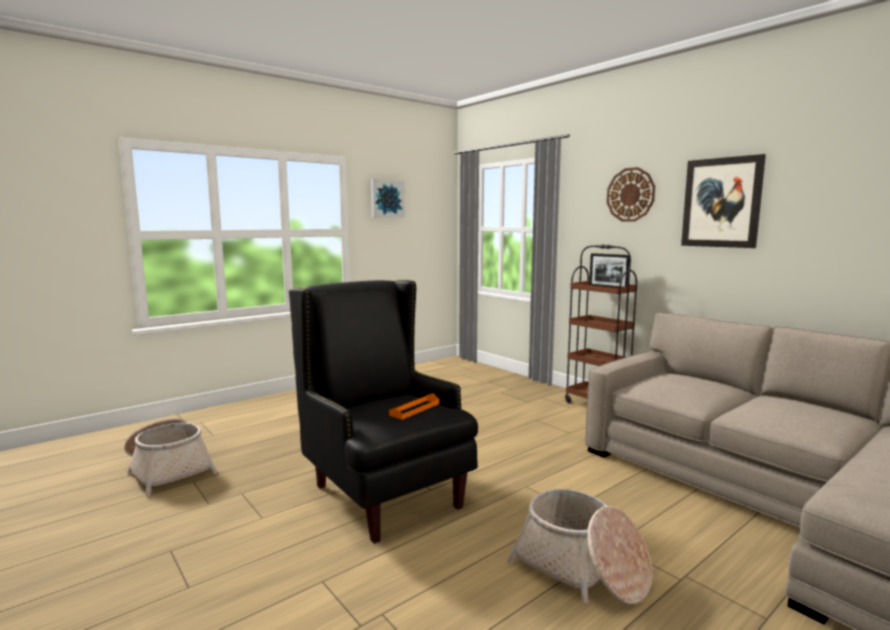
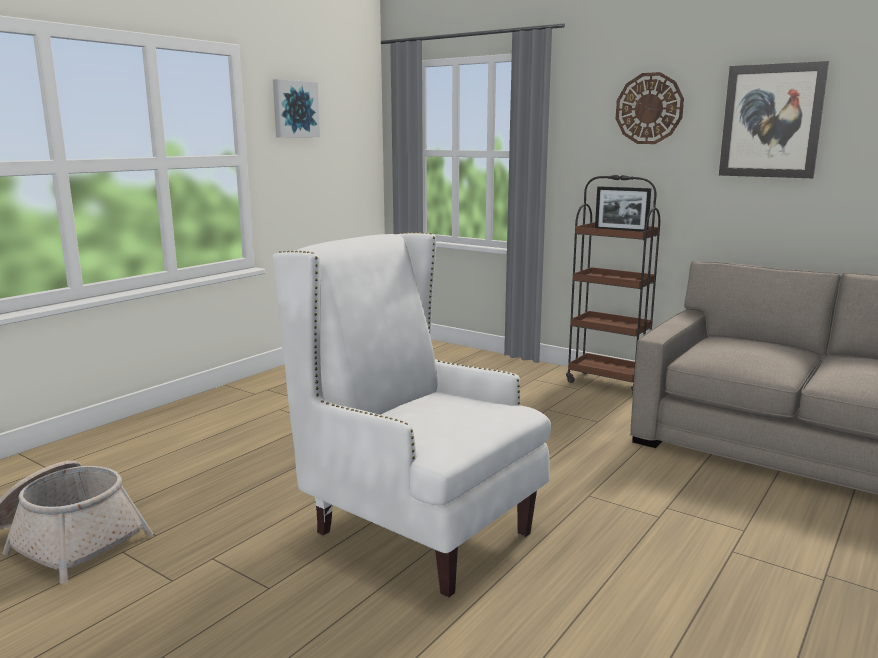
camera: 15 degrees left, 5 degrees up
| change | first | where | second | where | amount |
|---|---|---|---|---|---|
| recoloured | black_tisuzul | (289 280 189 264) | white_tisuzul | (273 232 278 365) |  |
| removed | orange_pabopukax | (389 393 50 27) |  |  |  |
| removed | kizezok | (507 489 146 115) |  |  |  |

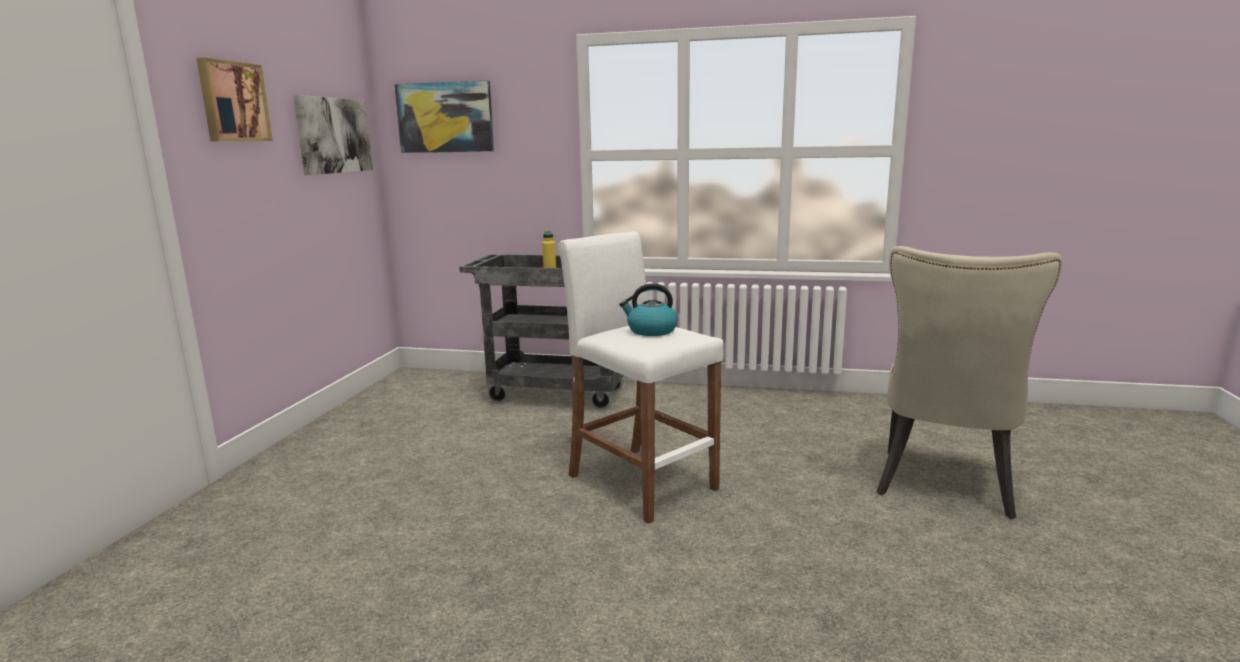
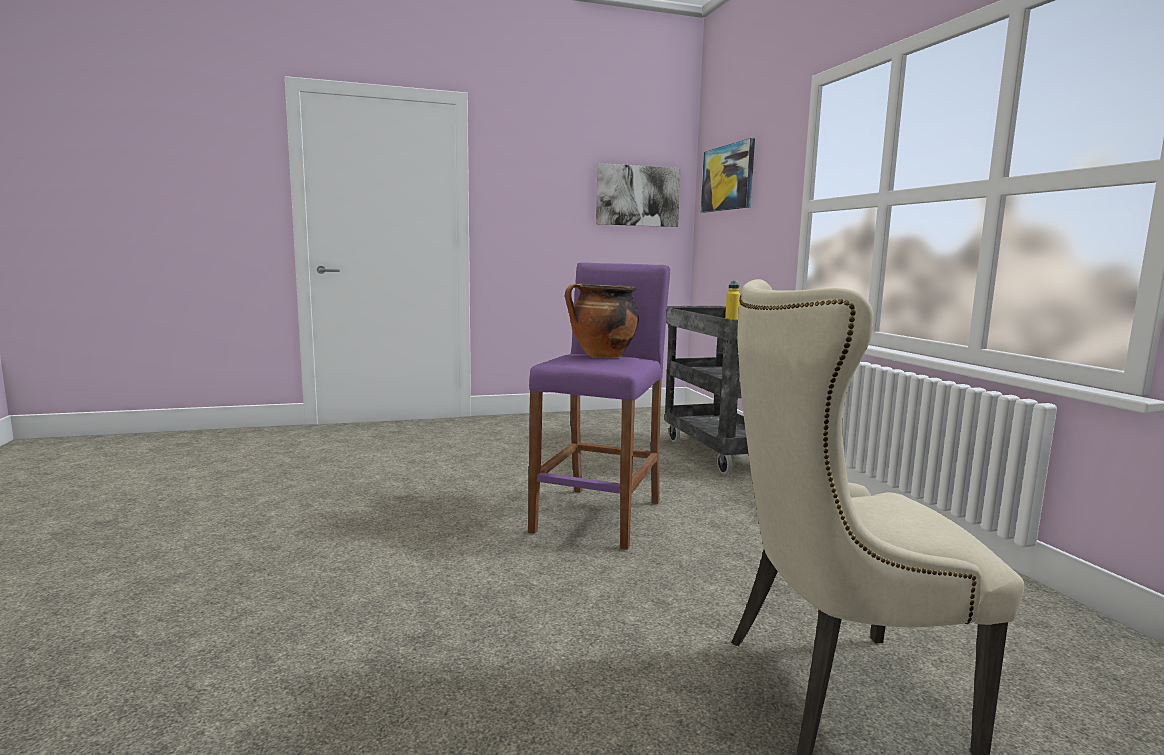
camera: 60 degrees right, 5 degrees down
| change | first | where | second | where | amount |
|---|---|---|---|---|---|
| removed | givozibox | (196 58 77 83) |  |  |  |
| recoloured | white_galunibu | (559 231 164 293) | purple_galunibu | (528 262 142 288) |  |
| replaced | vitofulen | (619 283 59 53) | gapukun | (565 283 74 75) |  |

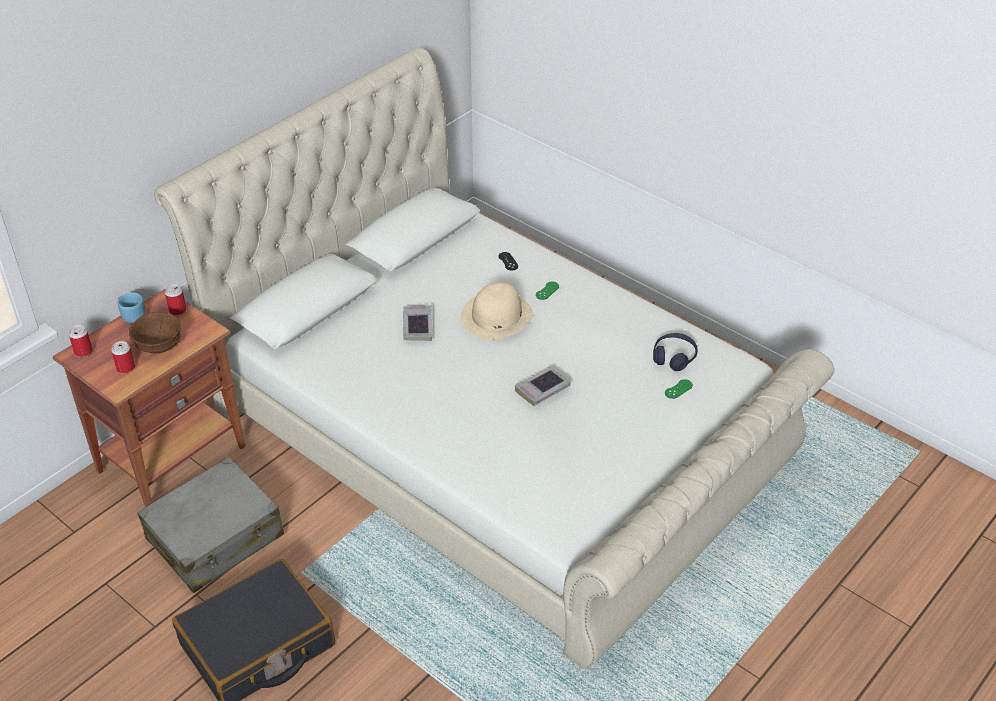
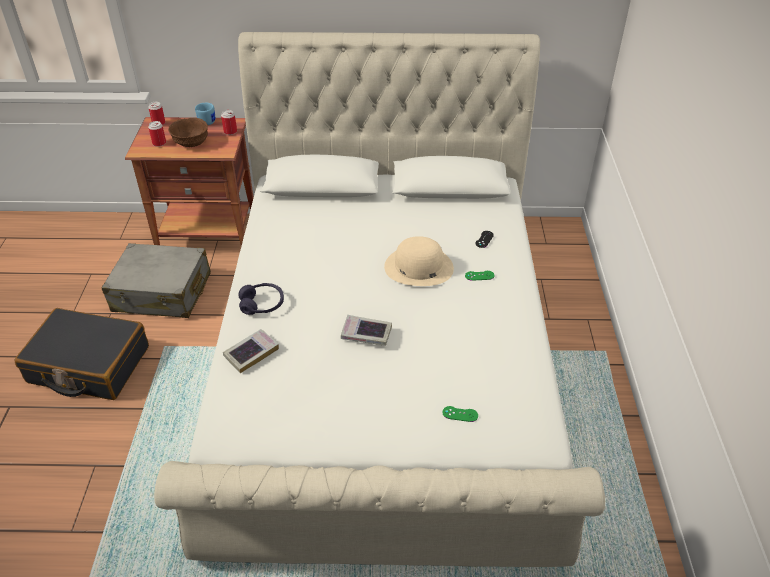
camera: 50 degrees right, 0 degrees up
| change | first | where | second | where | amount |
|---|---|---|---|---|---|
| moved | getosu | (403 305 29 36) |  | (223 329 56 44) |  |
| moved | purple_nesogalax | (653 333 45 38) |  | (238 283 46 32) |  |

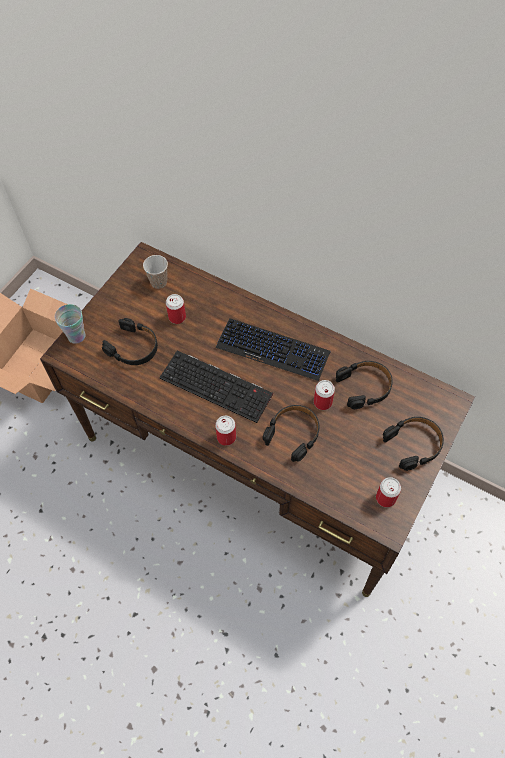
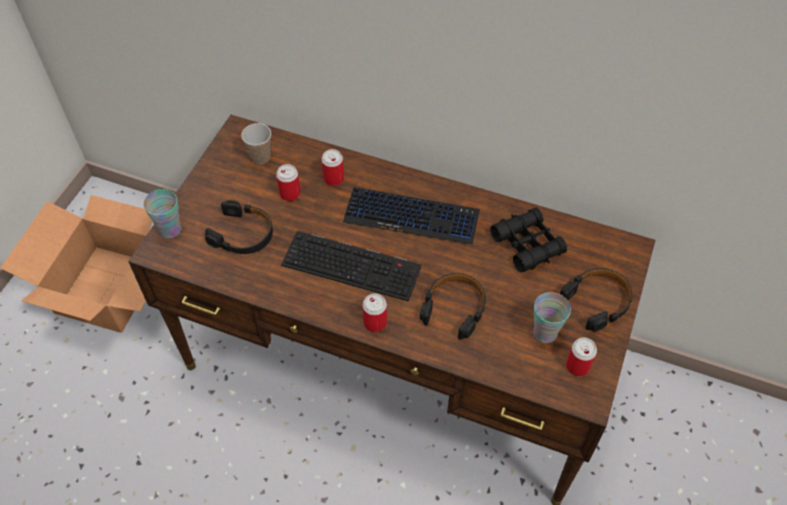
camera: 10 degrees left, 5 degrees down
| change | first | where | second | where | amount |
|---|---|---|---|---|---|
| replaced | black_nesogalax | (336 361 57 48) | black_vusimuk | (490 208 77 64) |  |
| moved | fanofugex | (314 380 21 30) |  | (321 149 23 37) |  |
| added |  |  | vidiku | (533 292 38 51) |  |

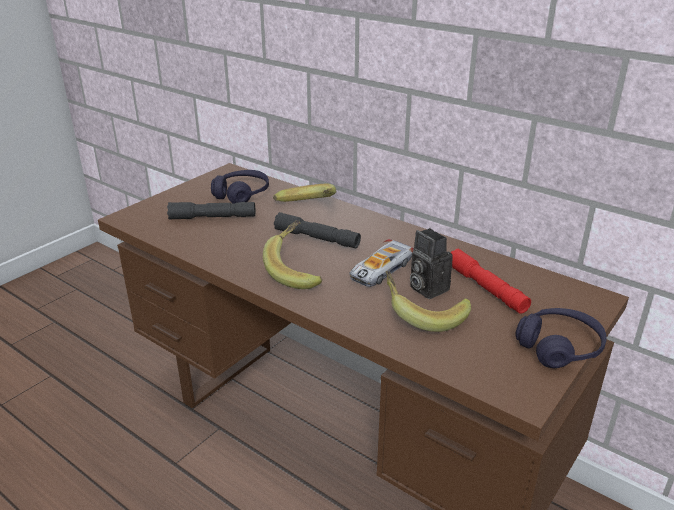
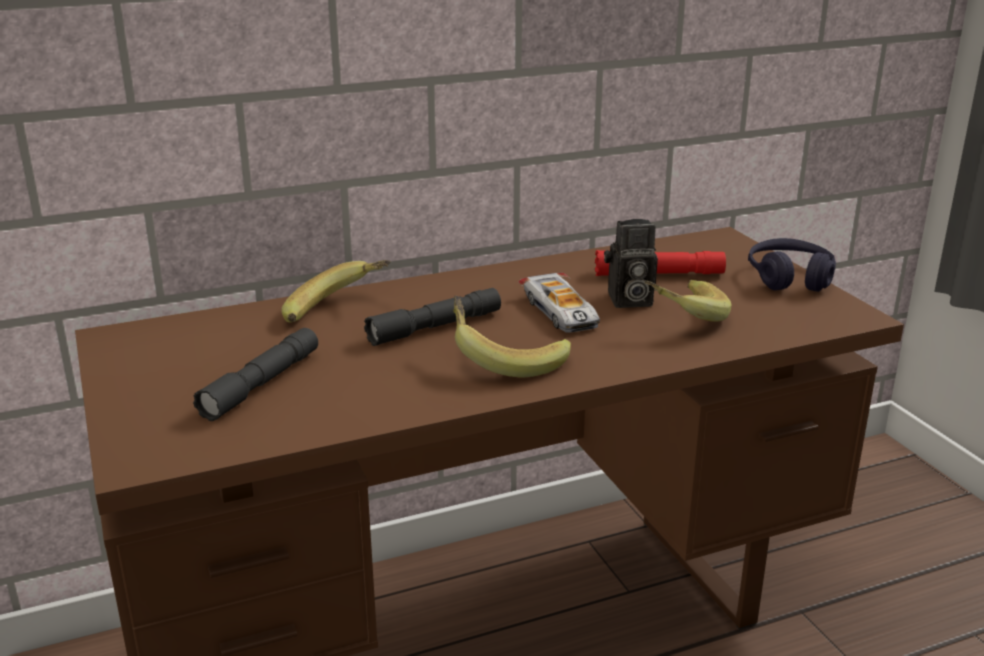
camera: 60 degrees left, 5 degrees down
| change | first | where | second | where | amount |
|---|---|---|---|---|---|
| removed | purple_nesogalax | (211 170 58 34) |  |  |  |

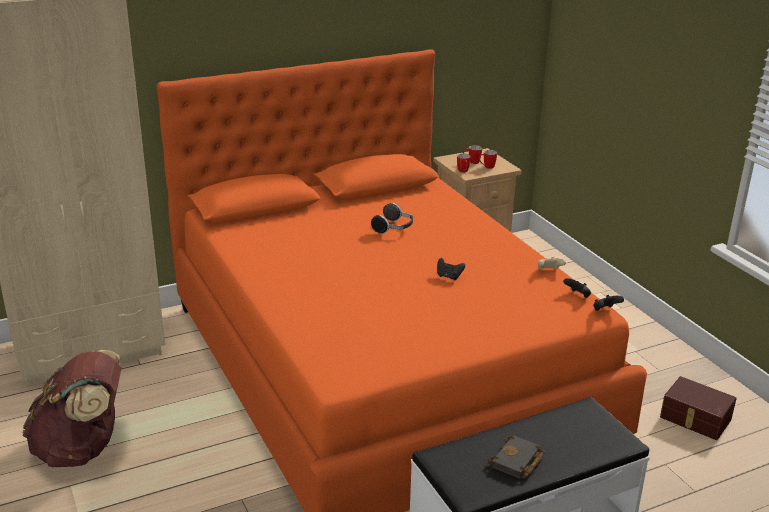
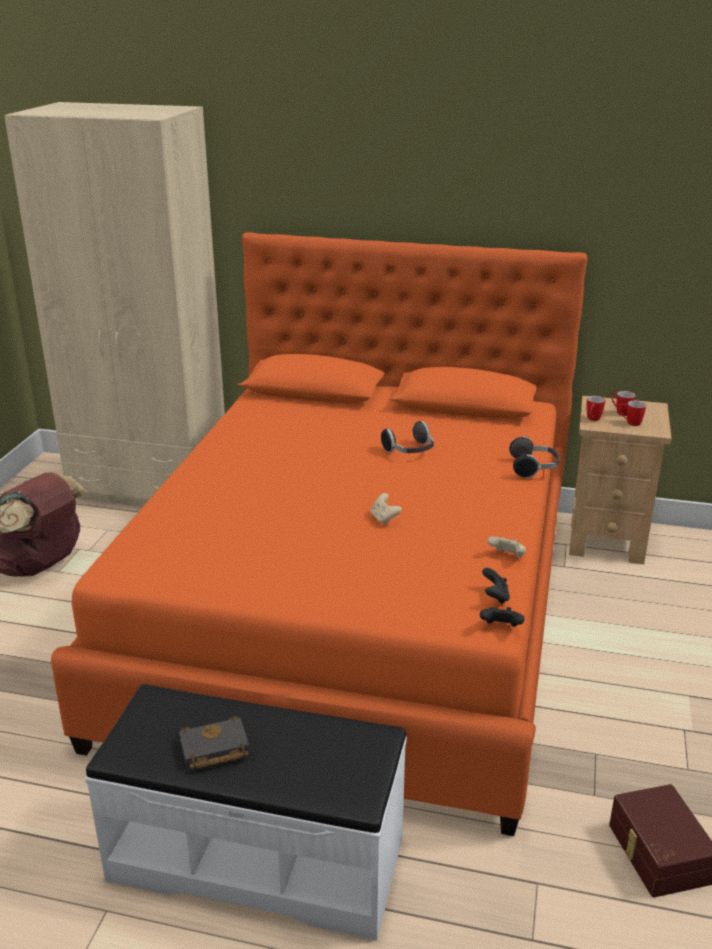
camera: 40 degrees right, 0 degrees up
| change | first | where | second | where | amount |
|---|---|---|---|---|---|
| recoloured | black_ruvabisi | (437 258 28 22) | beige_ruvabisi | (371 493 31 32) |  |
| added |  |  | nesogalax | (509 436 51 43) |  |

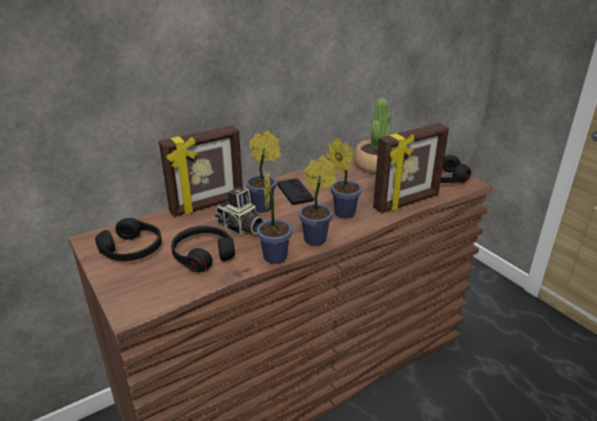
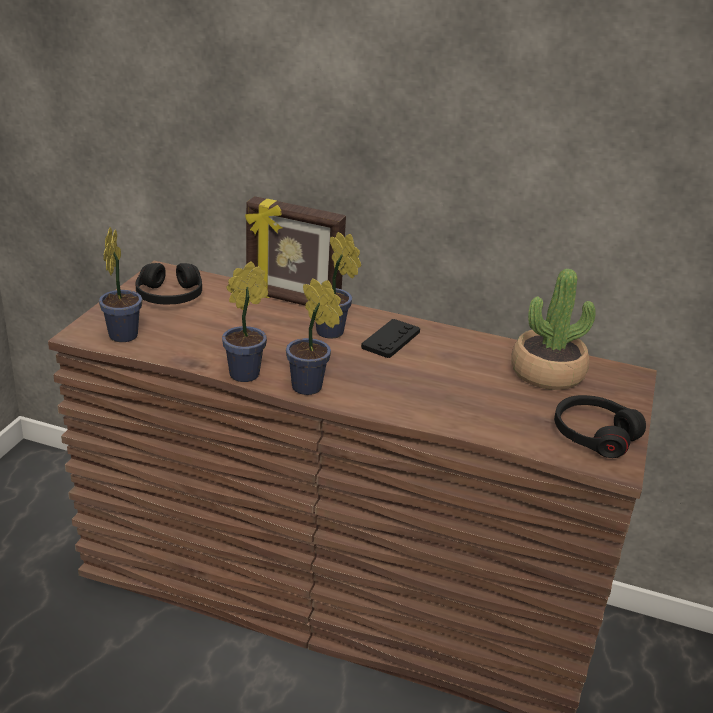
camera: 50 degrees right, 0 degrees up
| change | first | where | second | where | amount |
|---|---|---|---|---|---|
| removed | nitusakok | (373 123 76 90) |  |  |  |
| moved | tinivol | (326 138 36 80) |  | (99 227 43 115) |  |
| removed | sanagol | (215 187 50 48) |  |  |  |
| removed | black_nesogalax | (171 226 64 46) |  |  |  |

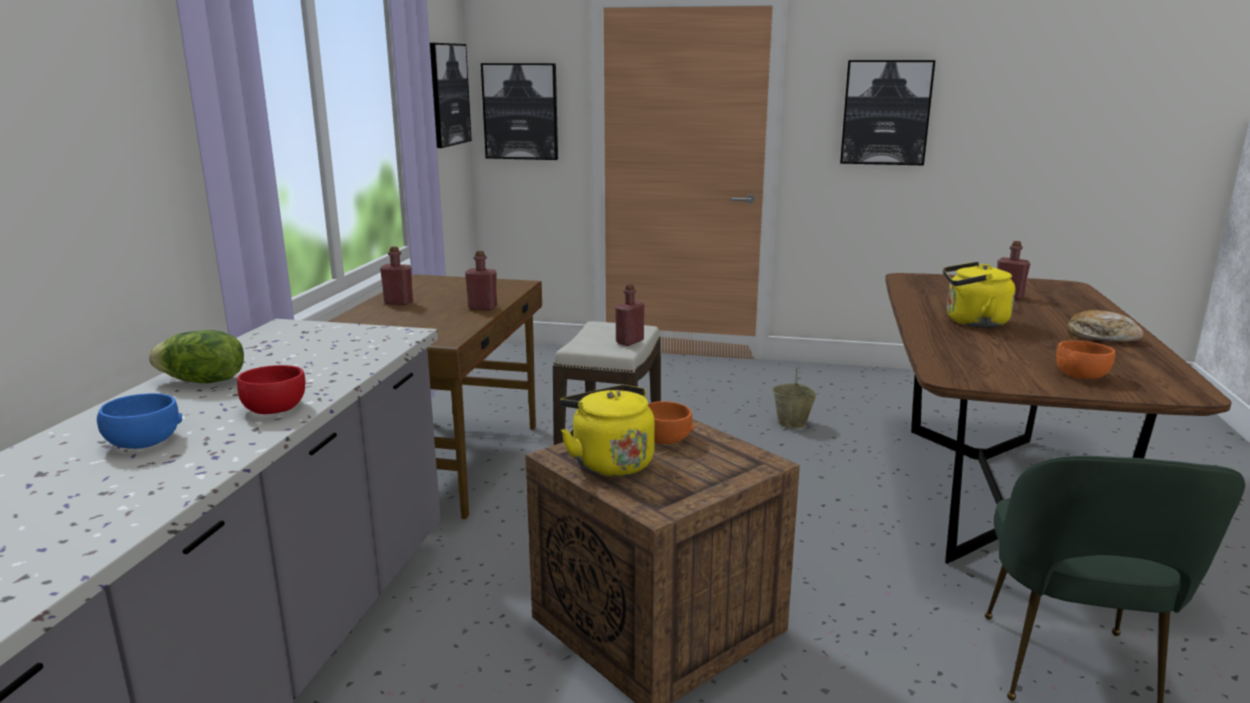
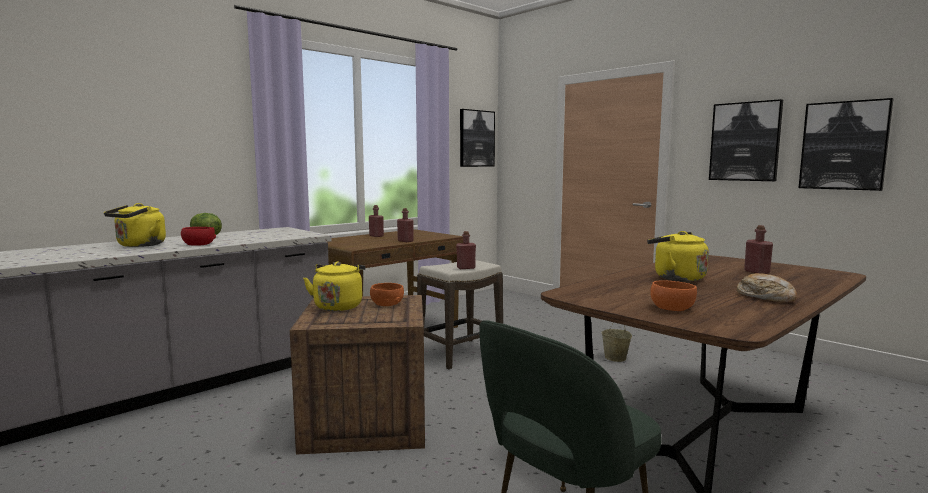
camera: 35 degrees right, 10 degrees down
| change | first | where | second | where | amount |
|---|---|---|---|---|---|
| moved | givozibox | (481 63 77 97) |  | (799 98 95 93) |  |
| replaced | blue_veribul | (97 393 85 56) | yellow_vitofulen | (104 203 62 44) |  |

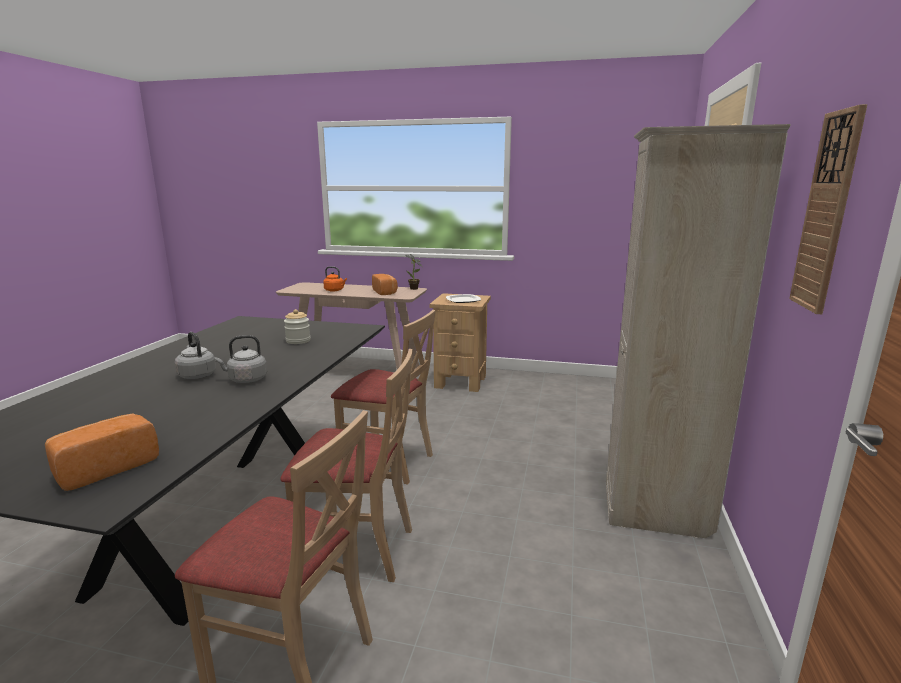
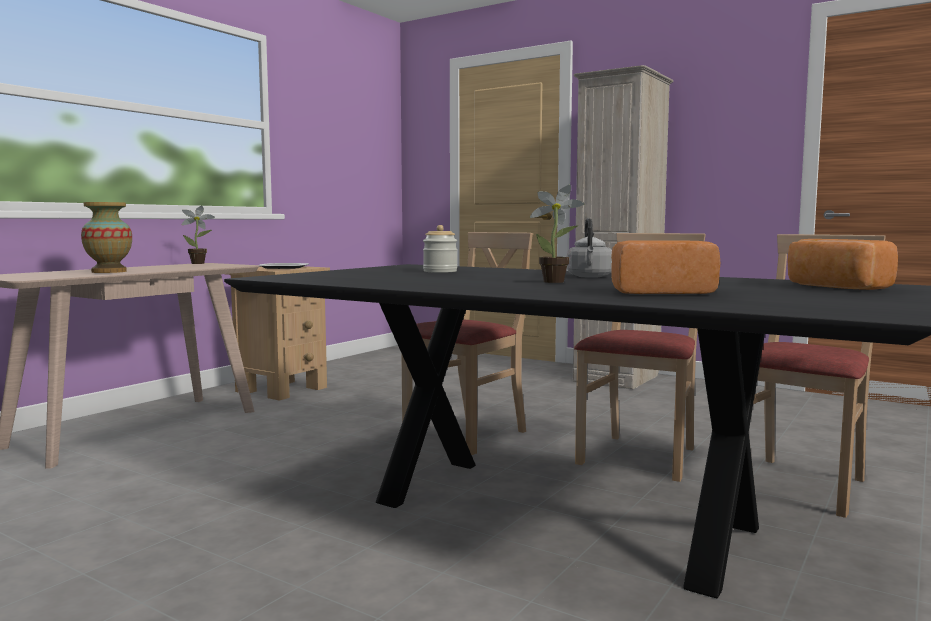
camera: 70 degrees left, 10 degrees down
| change | first | where | second | where | amount |
|---|---|---|---|---|---|
| removed | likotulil | (789 104 78 210) |  |  |  |
| replaced | orange_vitofulen | (323 266 24 26) | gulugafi | (81 202 51 71) |  |
| moved | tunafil | (372 274 26 21) |  | (611 241 109 53) |  |
| replaced | grey_vitofulen | (175 332 41 47) | tinivol | (529 184 55 99) |  |

